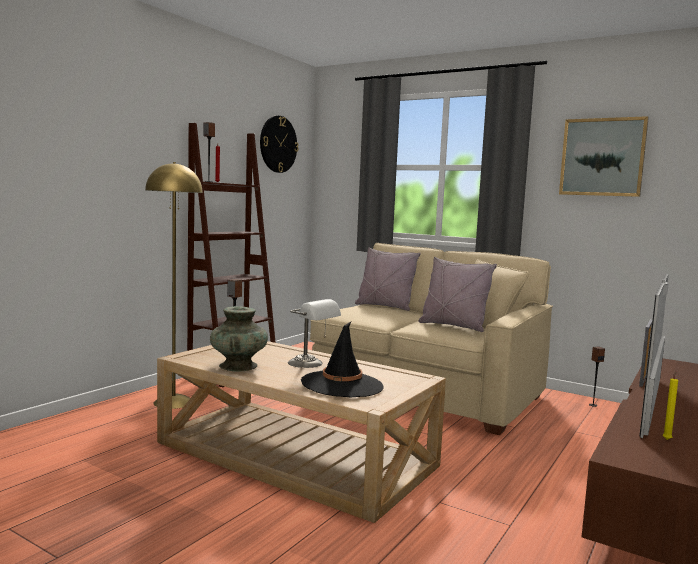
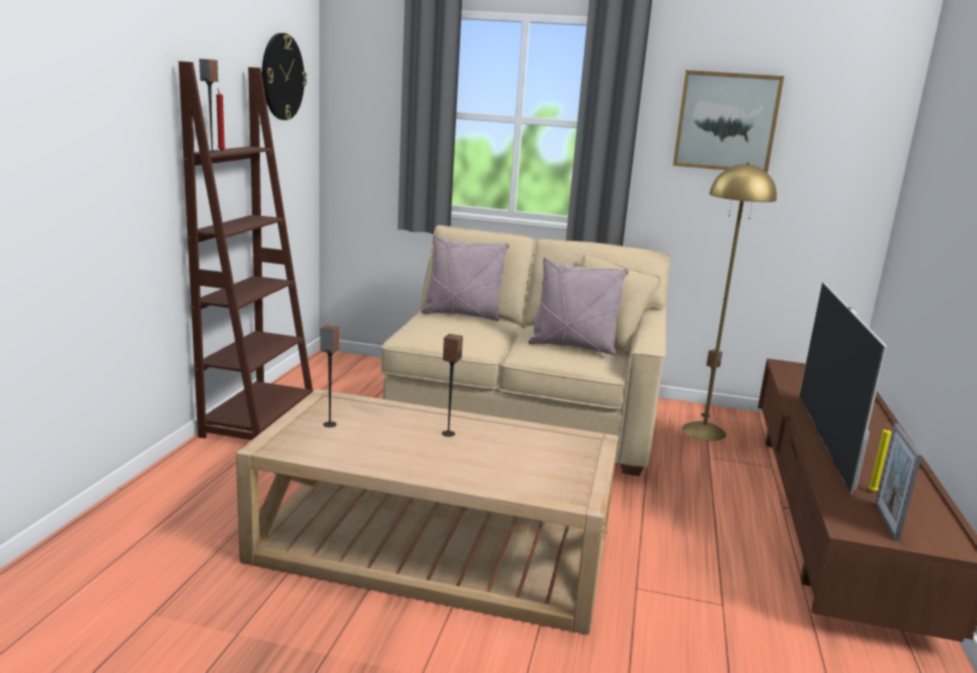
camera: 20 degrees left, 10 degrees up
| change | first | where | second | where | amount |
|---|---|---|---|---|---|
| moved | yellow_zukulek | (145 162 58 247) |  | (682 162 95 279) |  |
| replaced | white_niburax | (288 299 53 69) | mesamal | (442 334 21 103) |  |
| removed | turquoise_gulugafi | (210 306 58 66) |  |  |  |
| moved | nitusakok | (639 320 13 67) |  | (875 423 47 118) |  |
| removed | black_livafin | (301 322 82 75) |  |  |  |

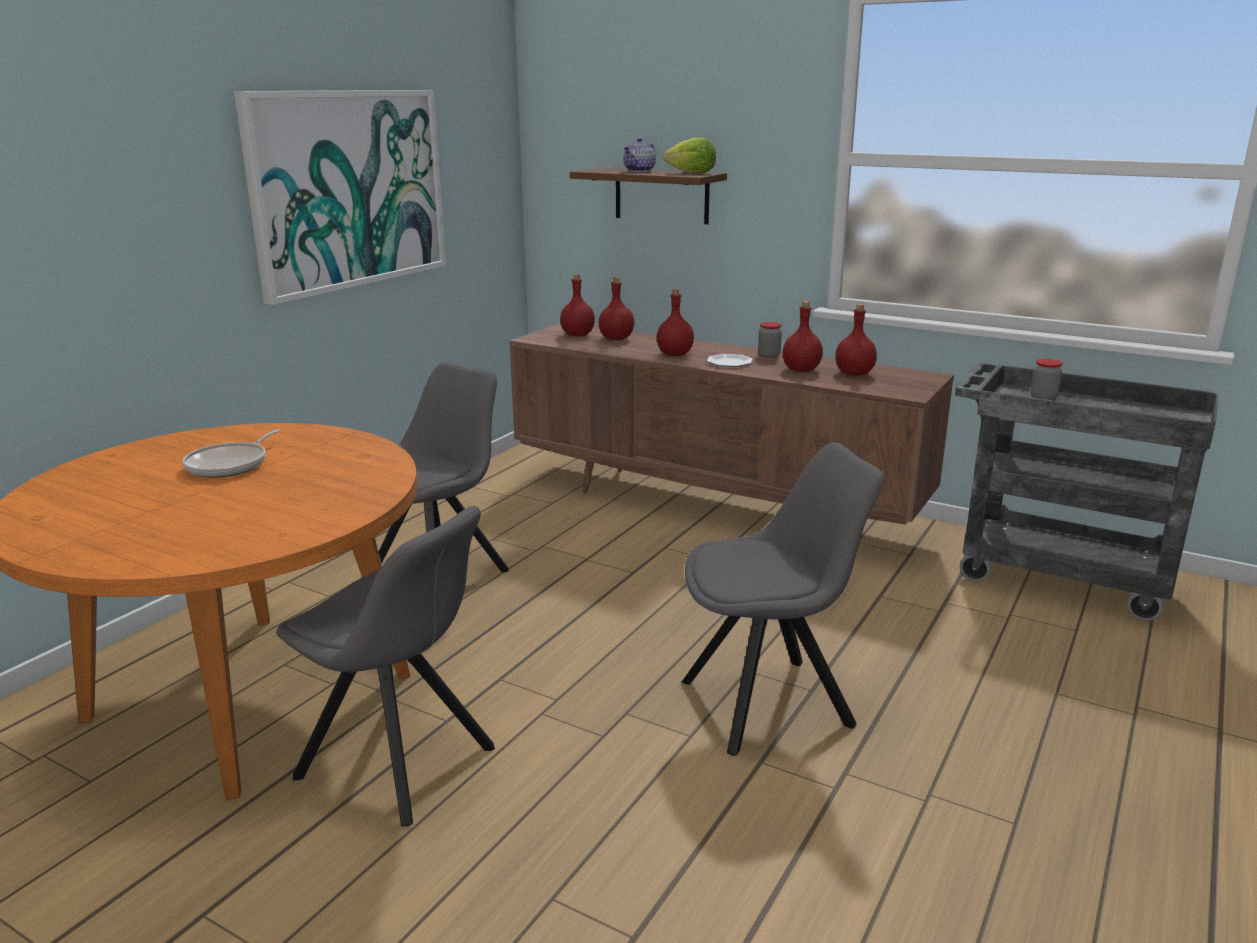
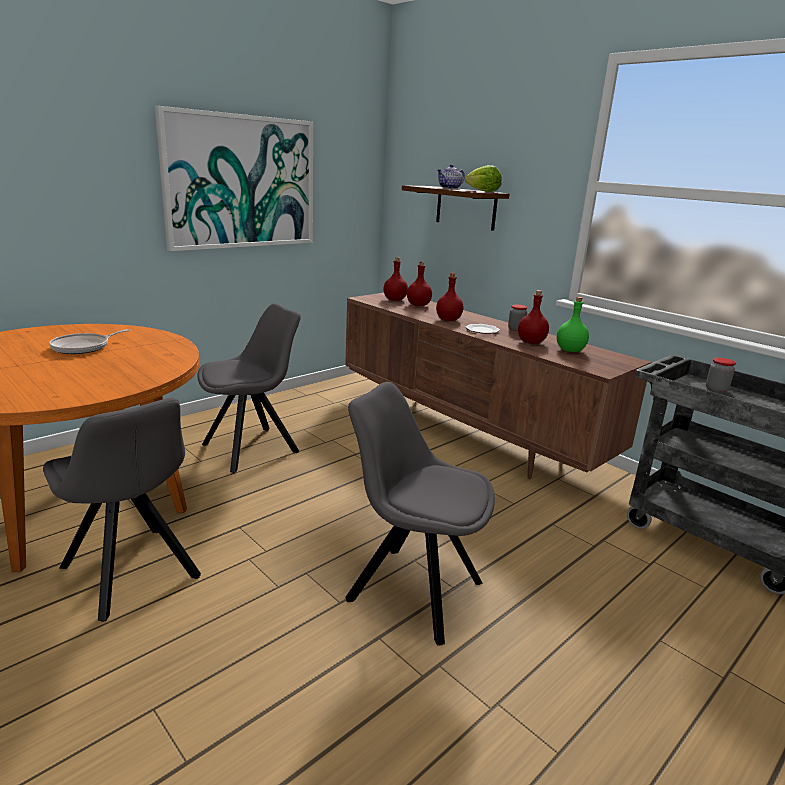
camera: 15 degrees right, 0 degrees up
| change | first | where | second | where | amount |
|---|---|---|---|---|---|
| recoloured | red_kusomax | (835 304 42 72) | green_kusomax | (557 297 32 55) |  |
| turned | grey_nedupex | (682 442 203 314) |  | (345 382 150 263) | 150 degrees counterclockwise |

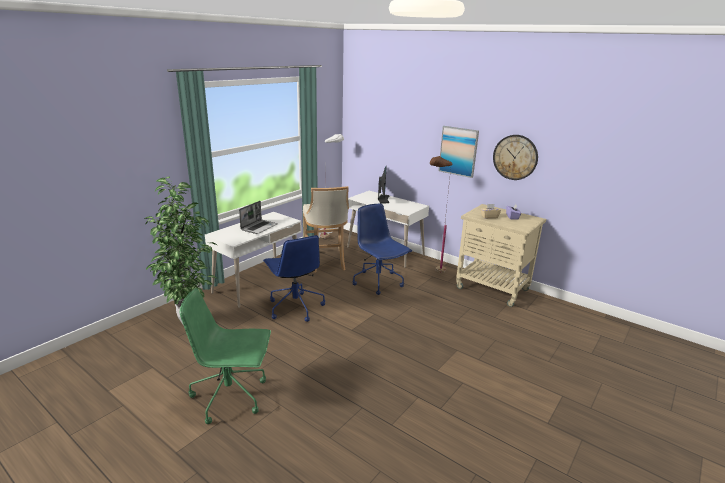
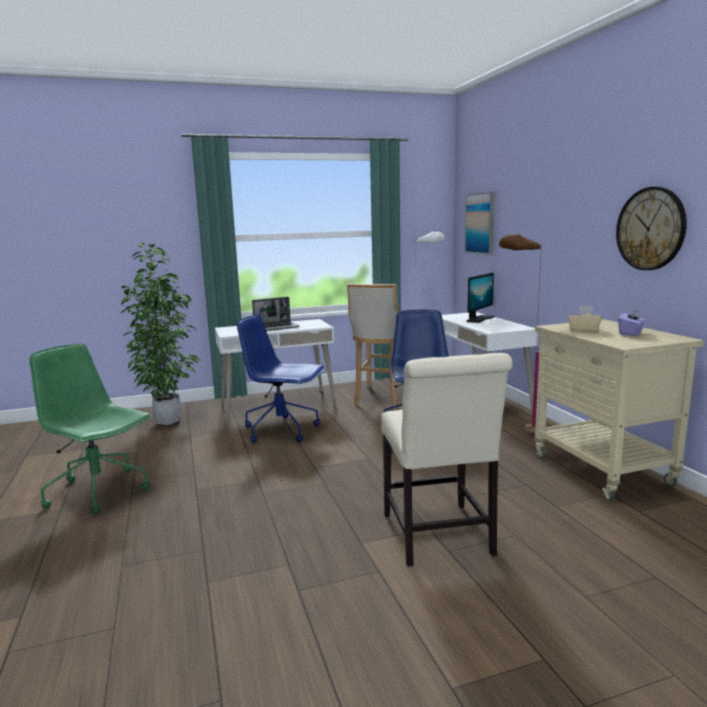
camera: 35 degrees right, 10 degrees down
| change | first | where | second | where | amount |
|---|---|---|---|---|---|
| moved | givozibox | (438 126 41 52) |  | (464 192 31 63) |  |
| turned | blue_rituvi | (263 235 62 87) |  | (237 315 88 128) | 105 degrees clockwise |
| added |  |  | beige_nedupex | (381 353 131 214) |  |

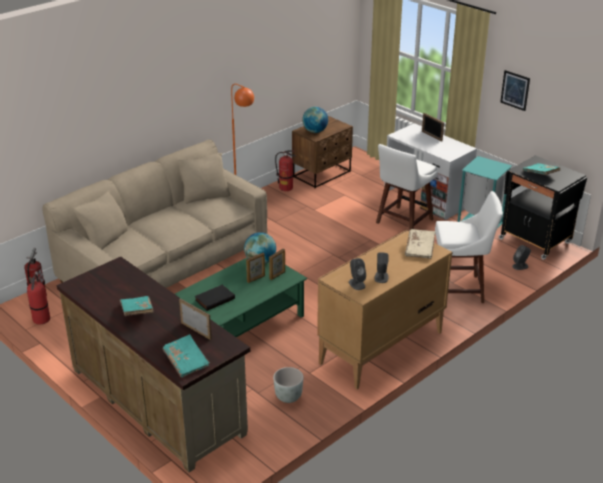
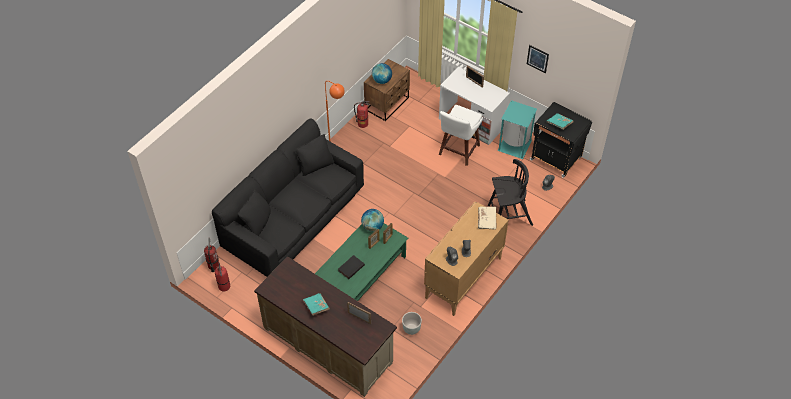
camera: 10 degrees left, 20 degrees up
| change | first | where | second | where | amount |
|---|---|---|---|---|---|
| recoloured | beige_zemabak | (42 139 226 149) | black_zemabak | (212 119 152 158) |  |
| replaced | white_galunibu | (435 191 68 112) | black_nedupex | (488 159 45 67) |  |
| removed | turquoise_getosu | (163 334 47 44) |  |  |  |

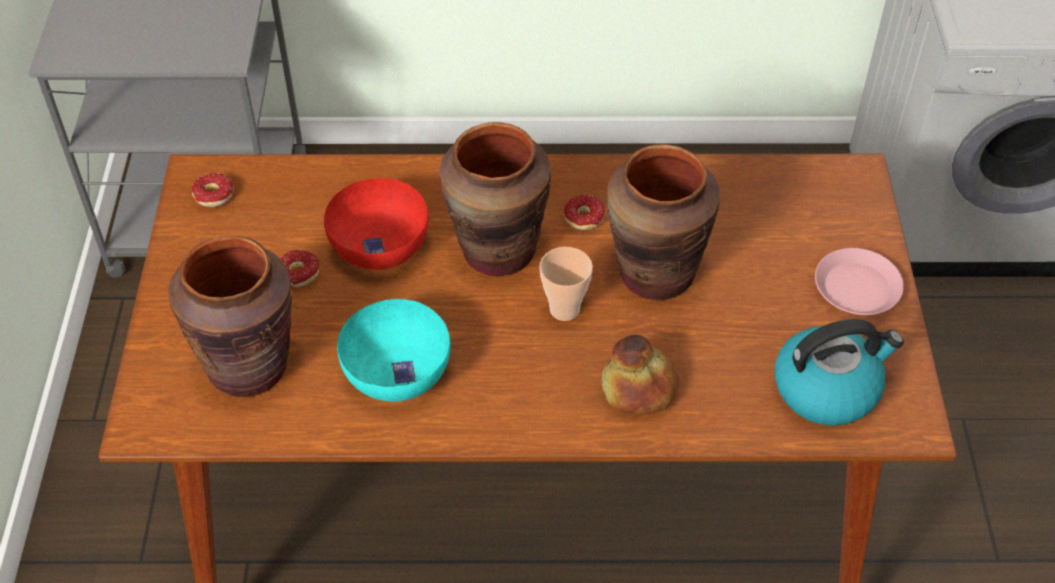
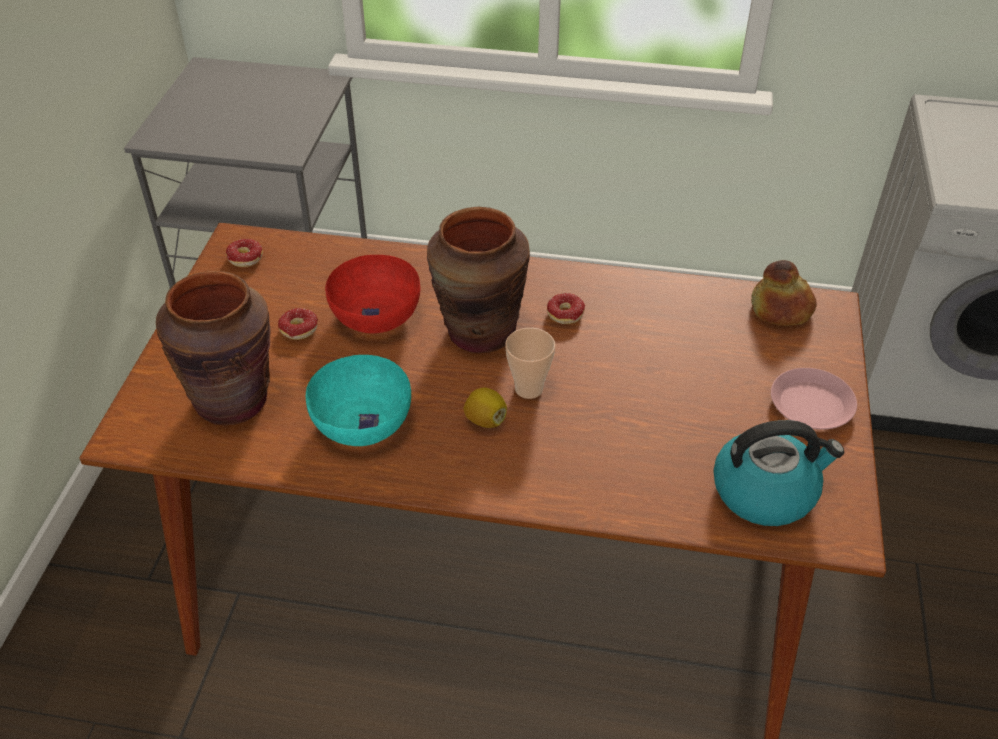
camera: 10 degrees right, 5 degrees down
| change | first | where | second | where | amount |
|---|---|---|---|---|---|
| removed | brown_gulugafi | (607 144 113 156) |  |  |  |
| moved | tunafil | (602 335 77 80) |  | (751 260 65 65) |  |
| added |  |  | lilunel | (464 388 43 40) |  |

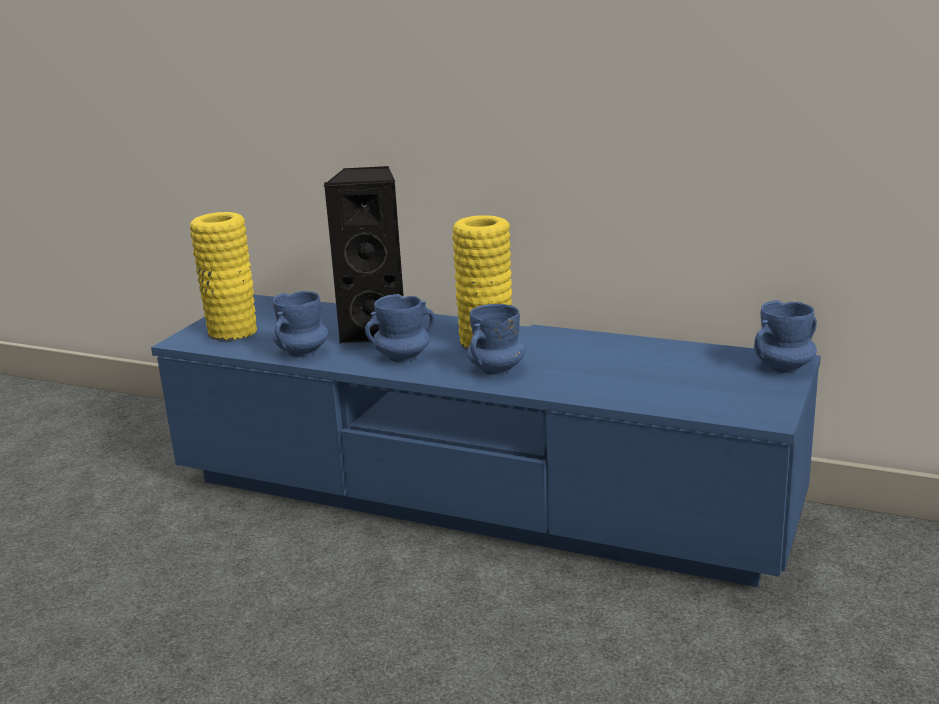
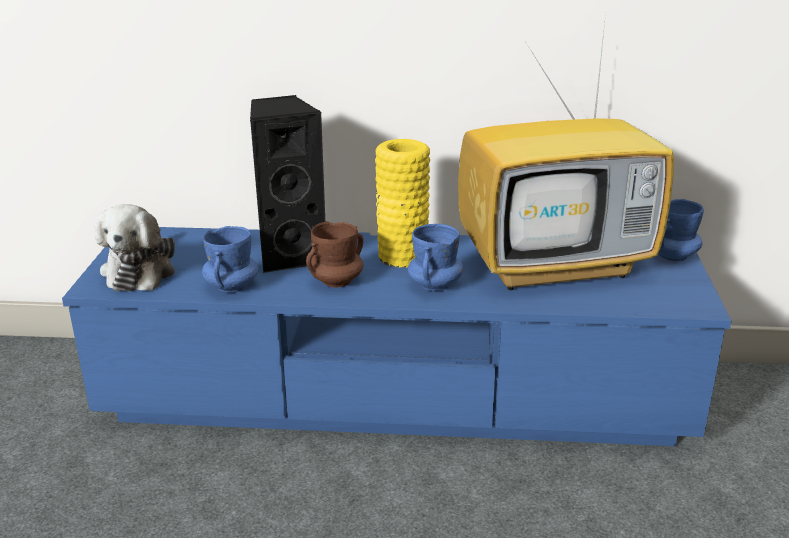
camera: 20 degrees left, 5 degrees up
| change | first | where | second | where | amount |
|---|---|---|---|---|---|
| replaced | yellow_gulugafi | (190 212 67 129) | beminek | (94 204 81 87) |  |
| recoloured | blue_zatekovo | (365 294 70 68) | brown_zatekovo | (306 221 57 67) |  |
| added |  |  | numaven | (458 14 216 276) |  |

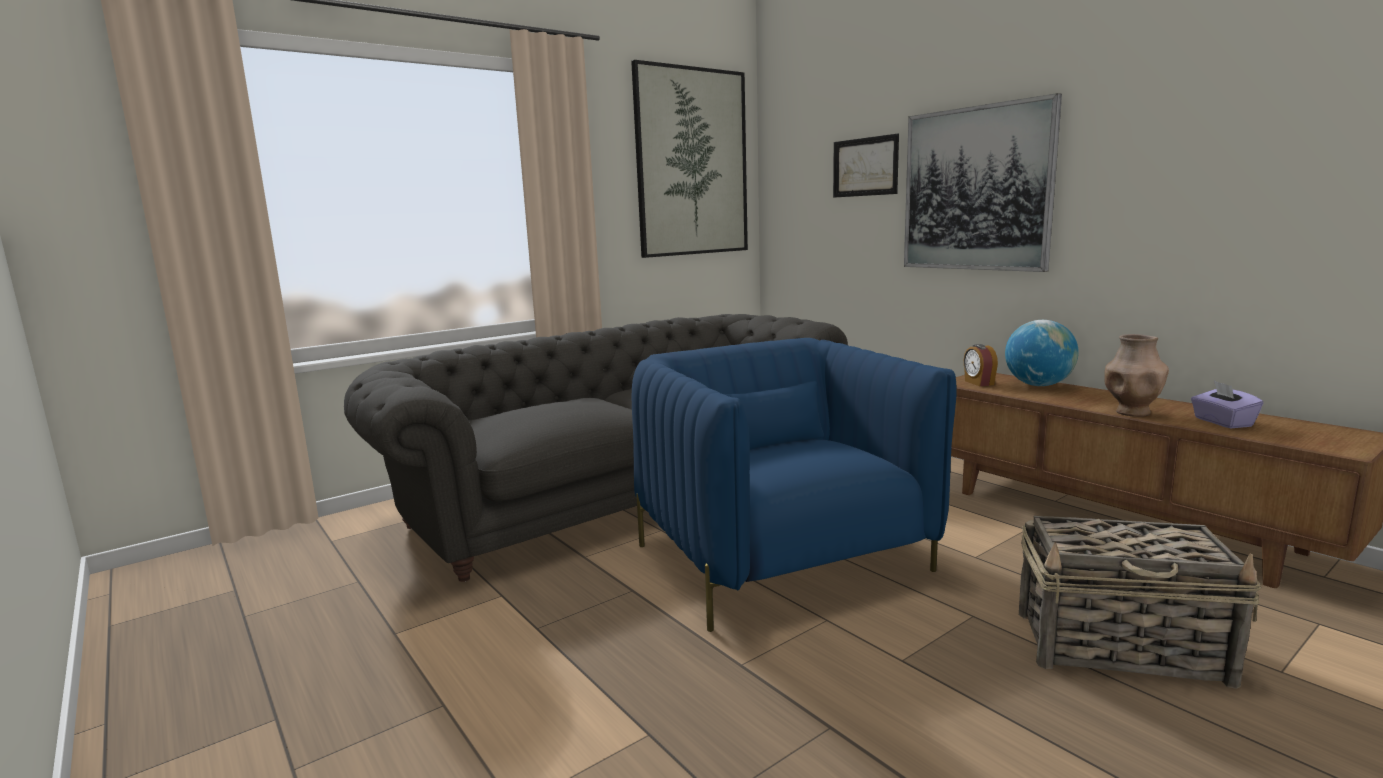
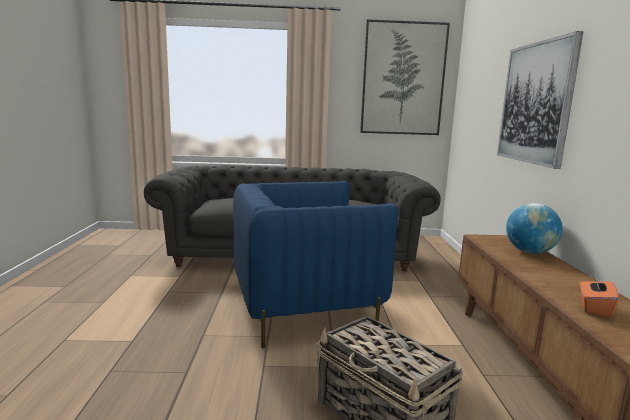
camera: 35 degrees right, 0 degrees up
| change | first | where | second | where | amount |
|---|---|---|---|---|---|
| removed | givozibox | (833 133 66 65) |  |  |  |
| removed | brown_gulugafi | (1104 334 65 83) |  |  |  |
| turned | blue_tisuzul | (632 338 325 294) |  | (233 181 165 167) | 120 degrees counterclockwise |
| removed | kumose | (964 344 34 42) |  |  |  |
| recoloured | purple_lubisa | (1191 381 72 47) | orange_lubisa | (580 272 39 46) |  |

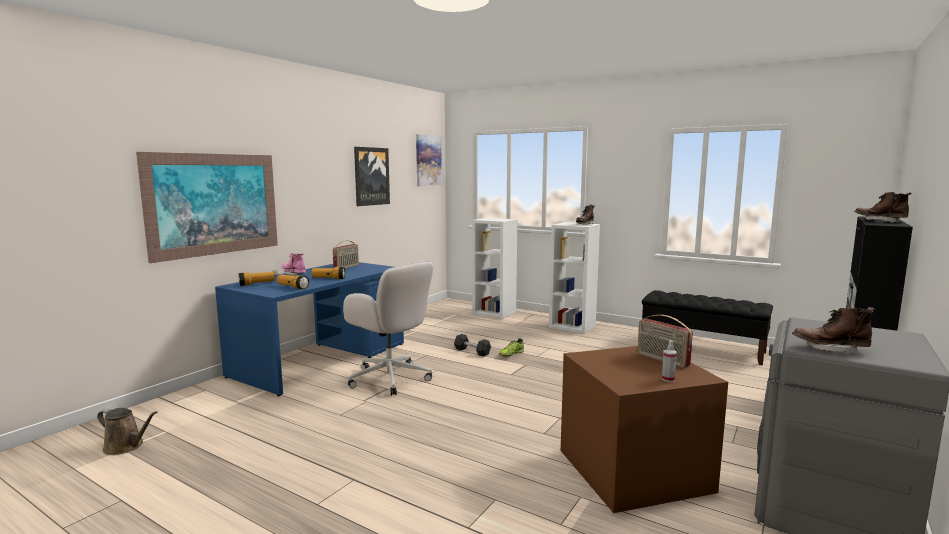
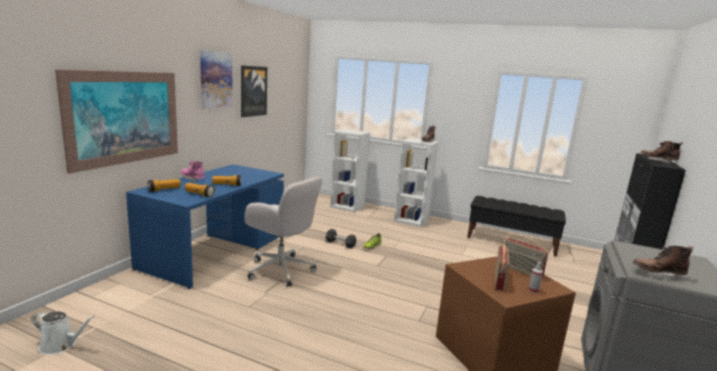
camera: 10 degrees left, 5 degrees up
| change | first | where | second | where | amount |
|---|---|---|---|---|---|
| moved | givozibox | (416 134 26 52) |  | (200 50 33 59) |  |
| moved | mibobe | (333 241 26 28) |  | (495 244 14 47) |  |
| recoloured | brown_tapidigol | (97 408 60 47) | white_tapidigol | (31 311 64 44) |  |

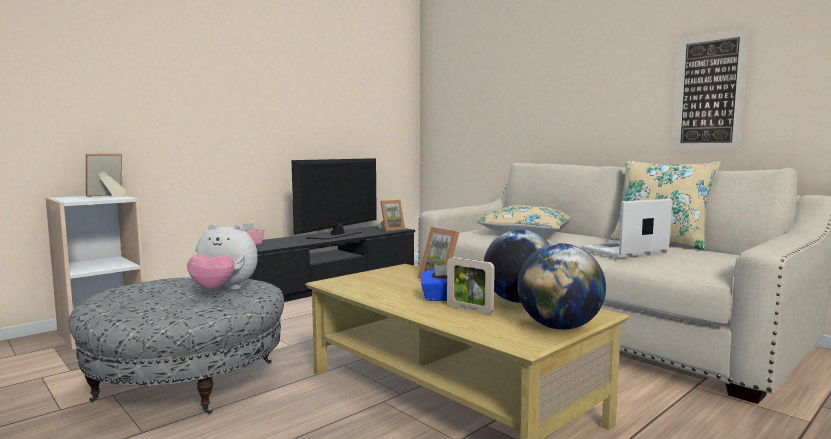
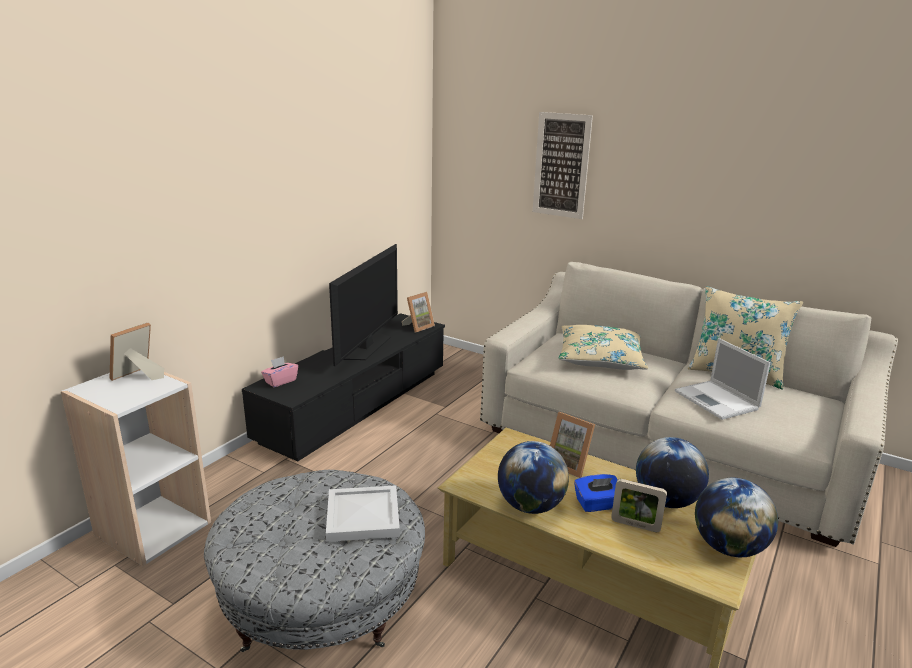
camera: 15 degrees left, 15 degrees up
| change | first | where | second | where | amount |
|---|---|---|---|---|---|
| moved | givozibox | (672 28 77 122) |  | (533 112 60 107) |  |
| turned | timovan | (581 199 91 59) |  | (675 338 96 82) | 75 degrees counterclockwise |
| replaced | beminek | (187 224 71 66) | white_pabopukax | (326 485 74 57) |  |
| added |  |  | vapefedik | (498 441 71 73) |  |

